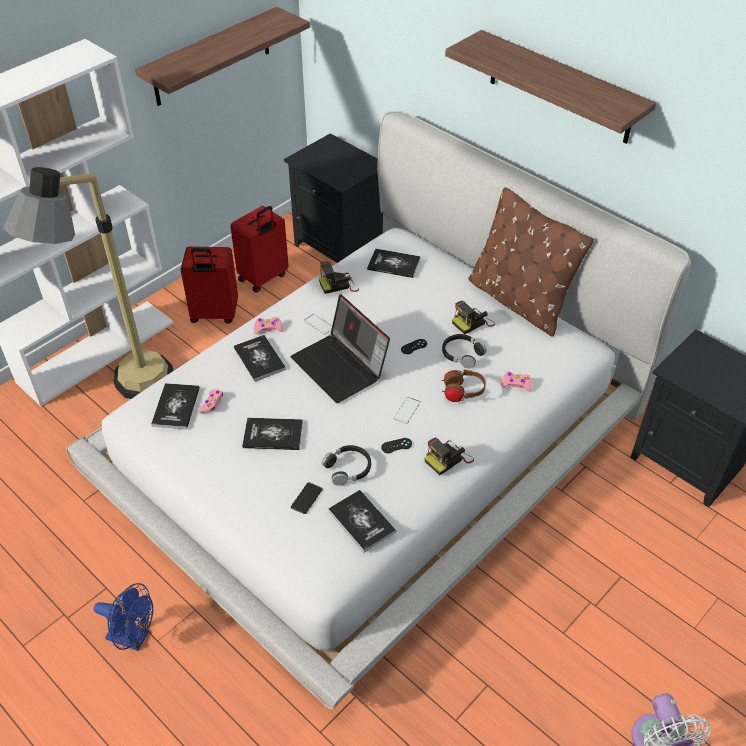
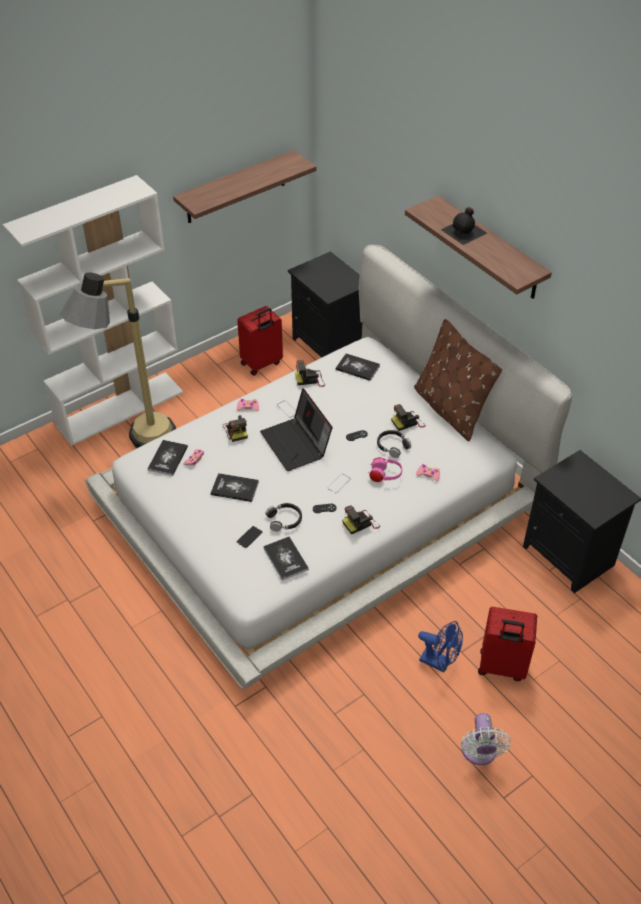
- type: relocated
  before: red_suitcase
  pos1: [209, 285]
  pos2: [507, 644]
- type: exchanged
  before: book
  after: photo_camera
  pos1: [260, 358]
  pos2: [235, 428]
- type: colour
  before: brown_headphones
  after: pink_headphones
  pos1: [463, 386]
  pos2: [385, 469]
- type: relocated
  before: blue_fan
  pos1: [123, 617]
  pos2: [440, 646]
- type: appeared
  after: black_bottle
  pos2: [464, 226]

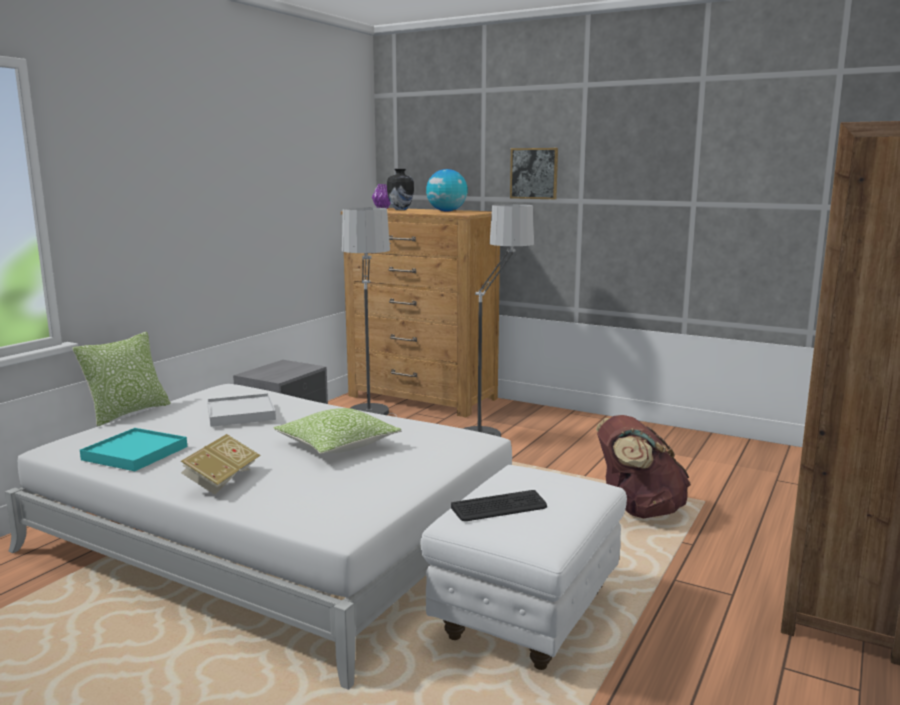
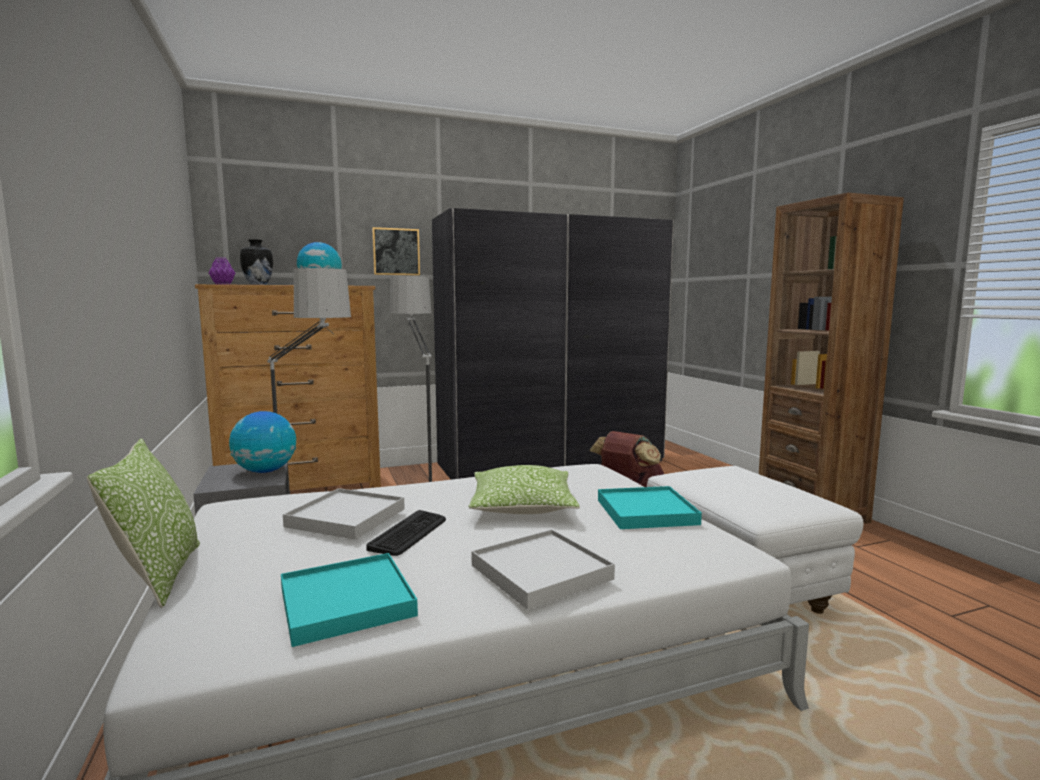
- type: exchanged
  before: book
  after: white_tray
  pos1: [220, 464]
  pos2: [543, 569]
- type: relocated
  before: keyboard
  pos1: [499, 505]
  pos2: [406, 533]
- type: appeared
  after: grey_wardrobe
  pos2: [553, 344]
- type: appeared
  after: globe
  pos2: [262, 442]
- type: appeared
  after: turquoise_tray
  pos2: [650, 507]

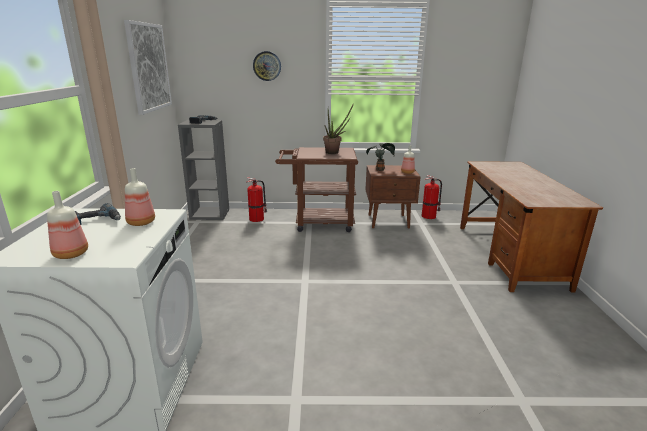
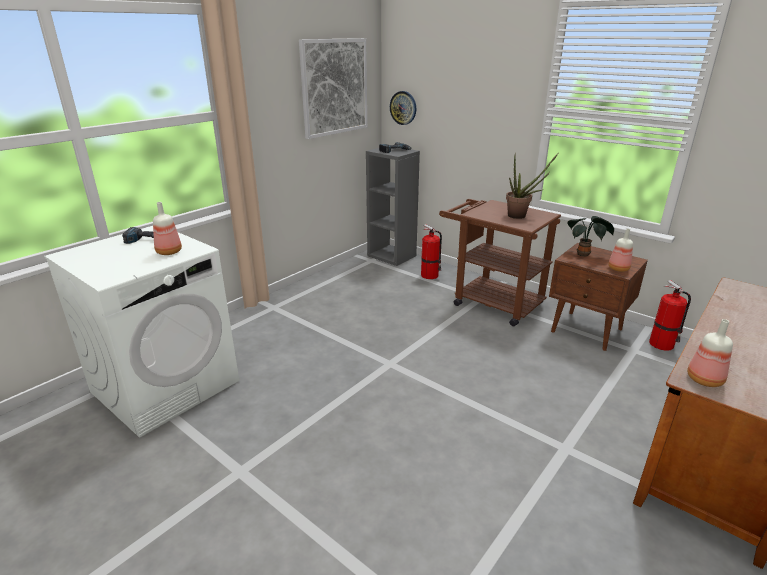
- type: relocated
  before: wall_clock
  pos1: [267, 66]
  pos2: [403, 108]
- type: relocated
  before: bottle
  pos1: [67, 225]
  pos2: [710, 353]

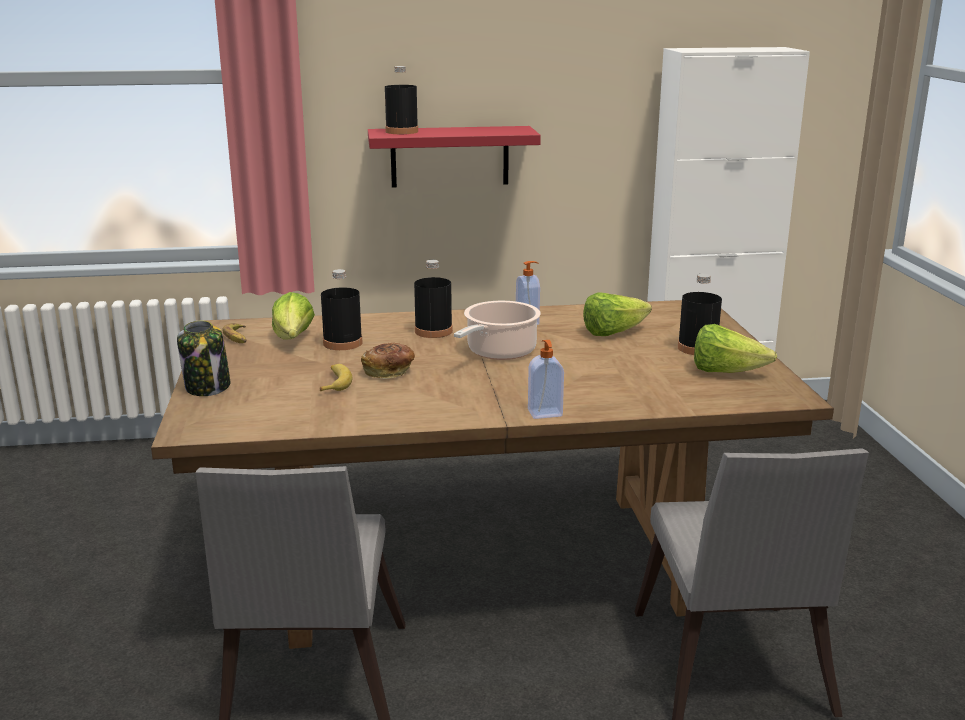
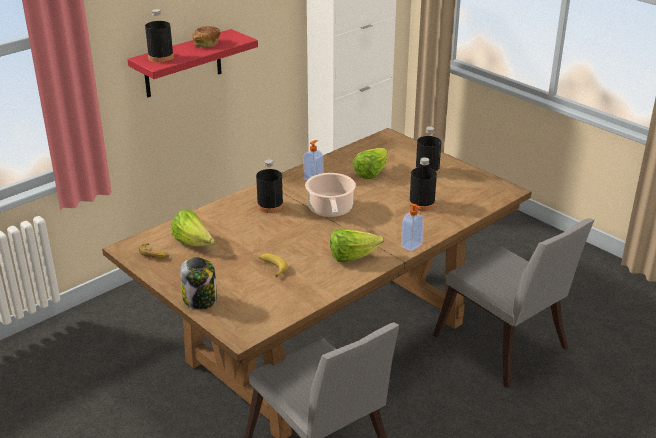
- type: relocated
  before: black_bottle
  pos1: [342, 309]
  pos2: [423, 184]
- type: relocated
  before: lettuce
  pos1: [735, 348]
  pos2: [357, 245]
- type: relocated
  before: bread
  pos1: [388, 361]
  pos2: [206, 36]

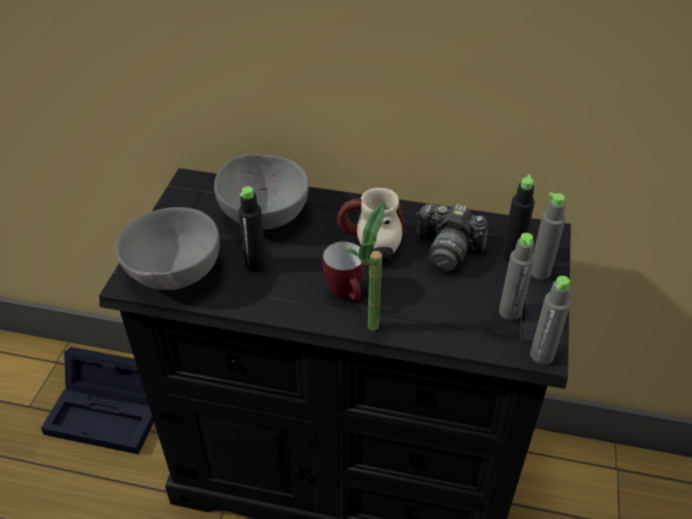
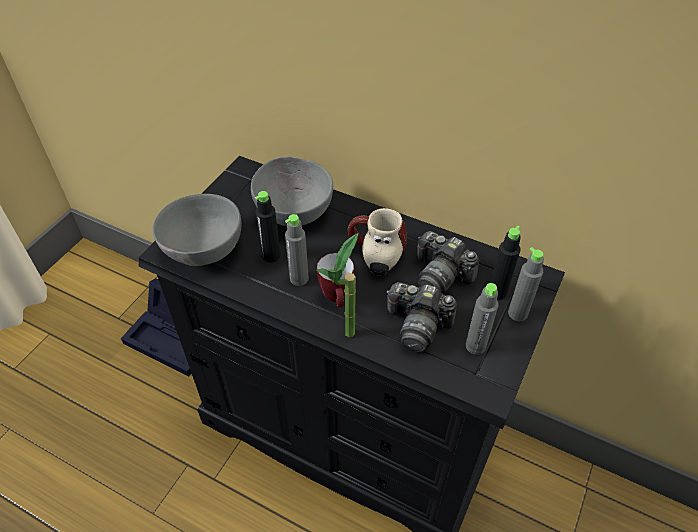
- type: relocated
  before: grey_bottle
  pos1: [550, 320]
  pos2: [297, 250]
- type: appeared
  after: photo_camera
  pos2: [421, 317]

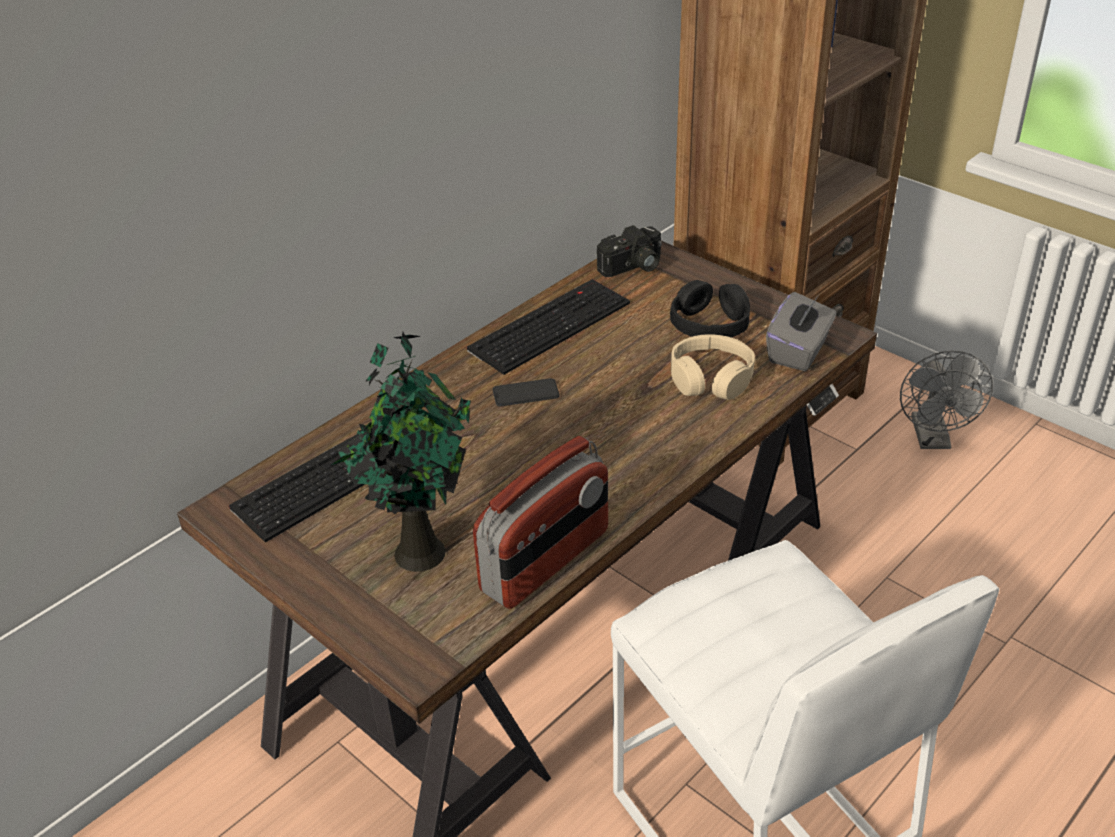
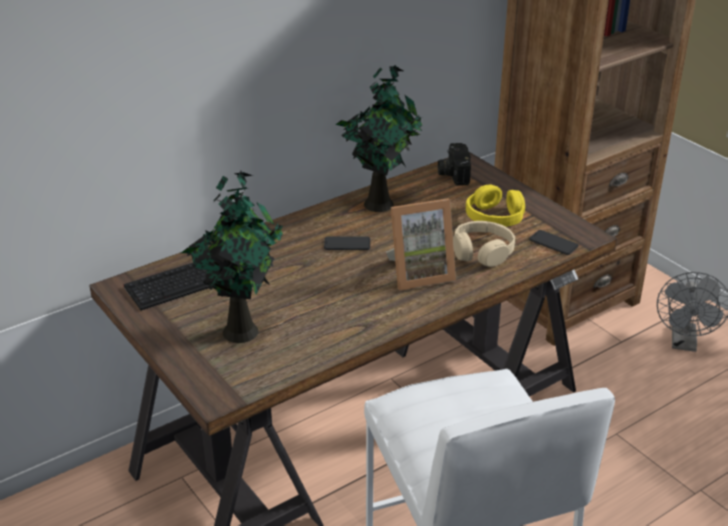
- type: spun
  before: photo_camera
  pos1: [629, 251]
  pos2: [454, 164]
  turn: 105
- type: exchanged
  before: keyboard
  after: potted_plant
  pos1: [548, 327]
  pos2: [378, 138]
- type: colour
  before: black_headphones
  after: yellow_headphones
  pos1: [710, 309]
  pos2: [495, 205]
- type: exchanged
  before: grey_tissue_box
  after: phone
  pos1: [801, 331]
  pos2: [554, 242]
- type: missing
  before: radio
  pos1: [540, 522]
- type: appeared
  after: picture_frame
  pos2: [421, 244]

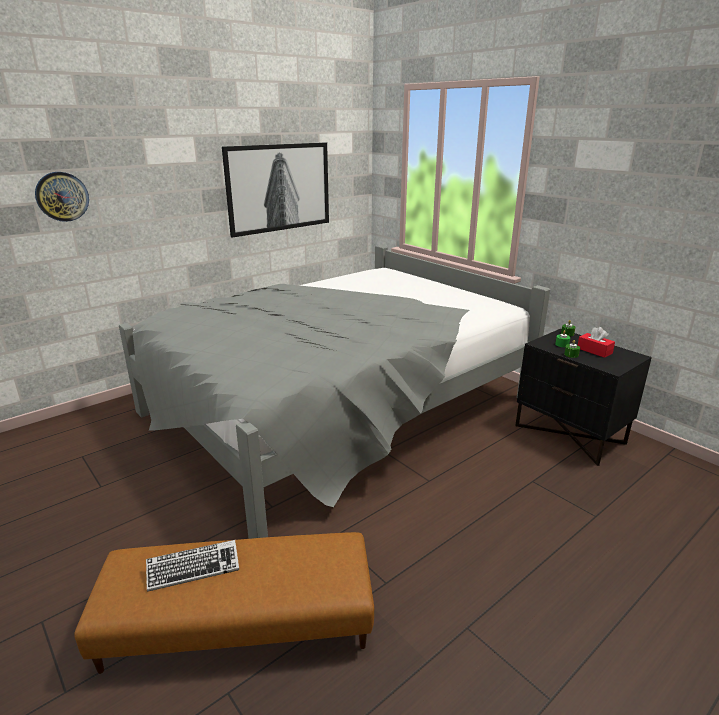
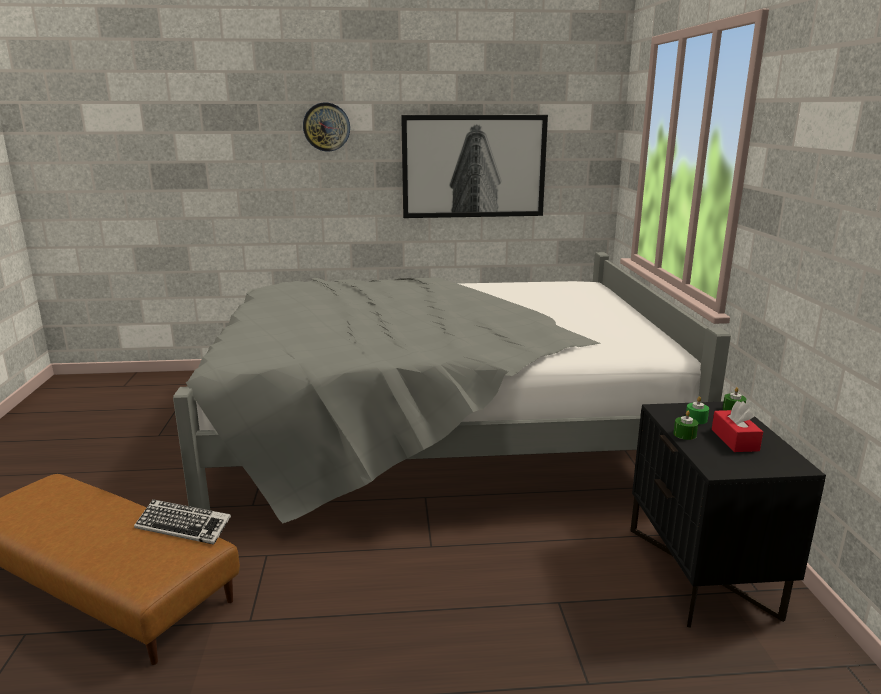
- type: relocated
  before: wall_clock
  pos1: [62, 197]
  pos2: [326, 127]
- type: relocated
  before: keyboard
  pos1: [192, 566]
  pos2: [182, 522]

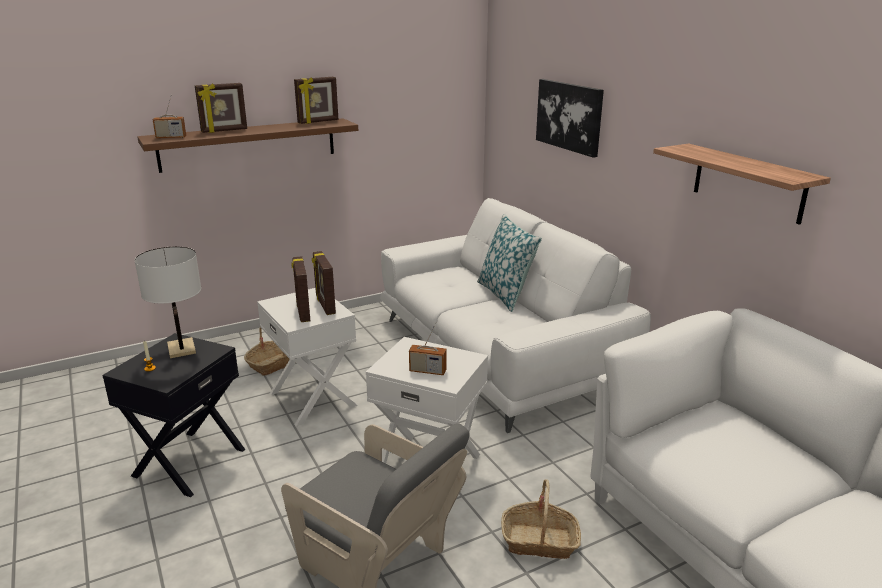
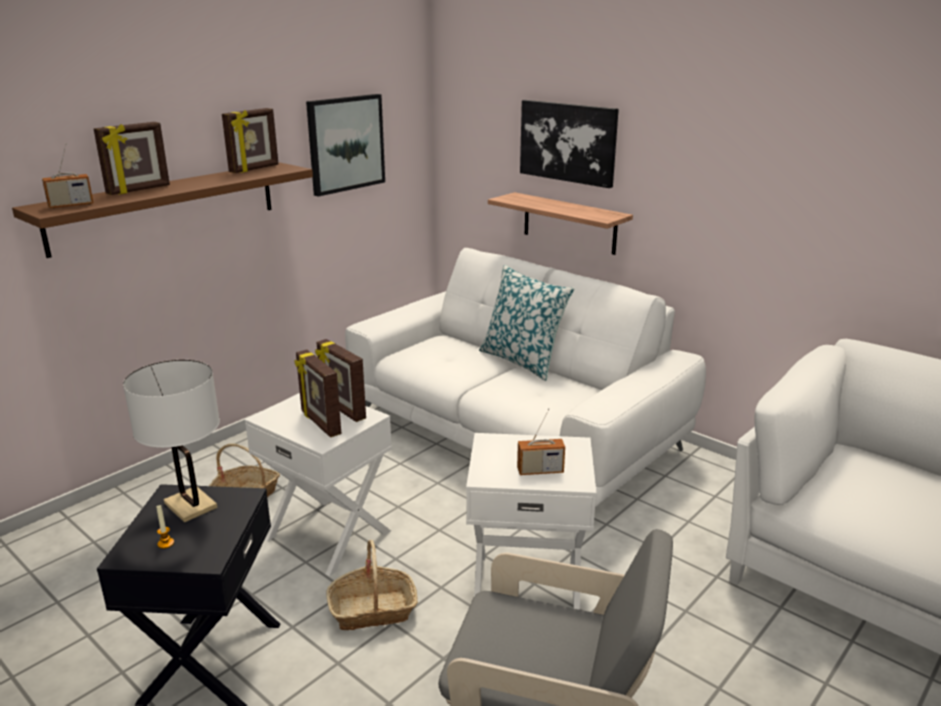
- type: relocated
  before: shelf
  pos1: [742, 184]
  pos2: [560, 223]
- type: relocated
  before: basket
  pos1: [541, 519]
  pos2: [372, 585]
- type: appeared
  after: picture
  pos2: [345, 145]

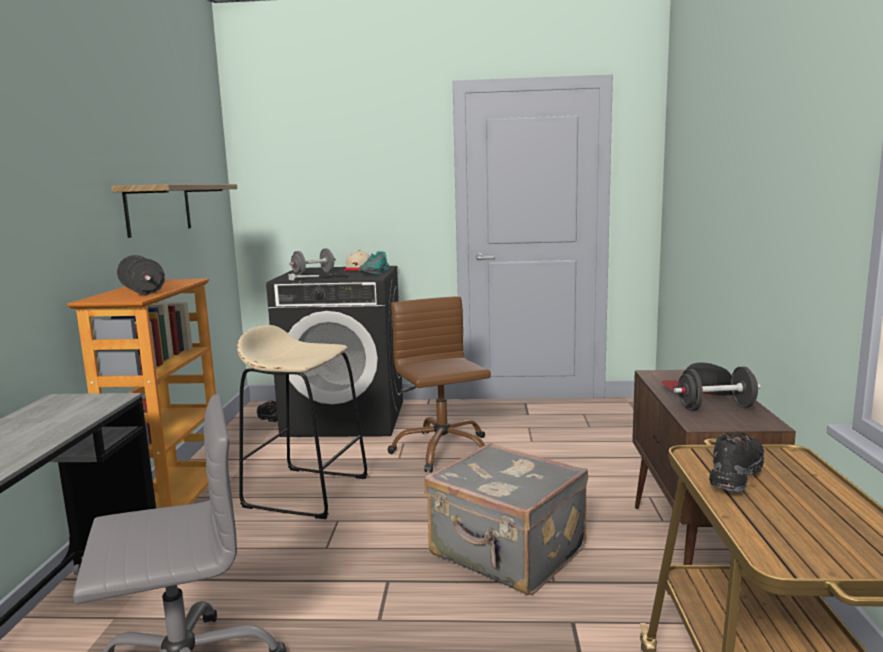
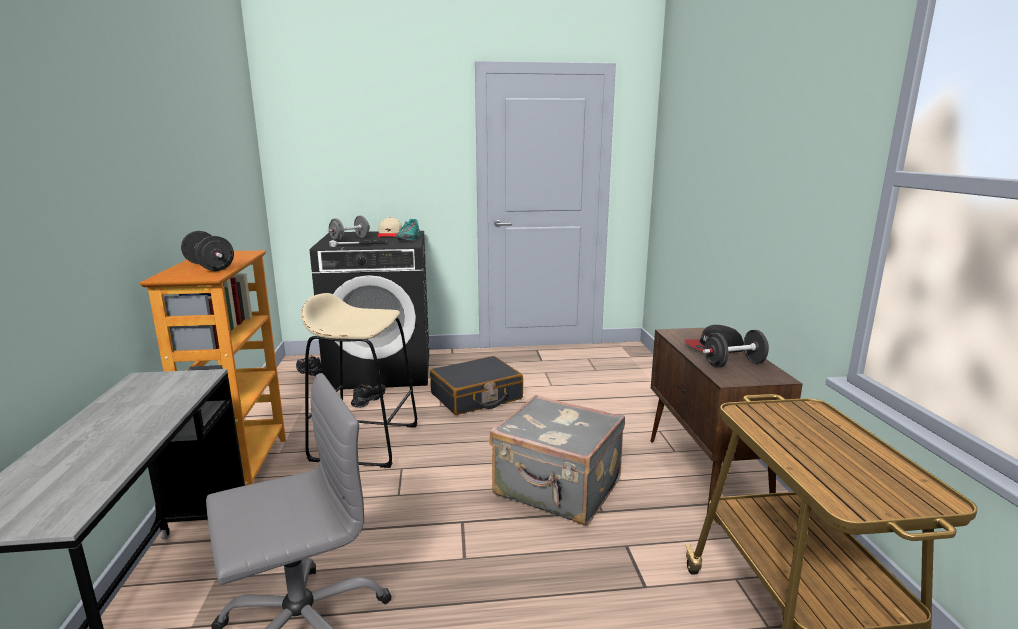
- type: missing
  before: shelf
  pos1: [174, 211]
- type: exchanged
  before: brown_office_chair
  after: black_suitcase
  pos1: [439, 384]
  pos2: [476, 385]
- type: relocated
  before: black_shoe
  pos1: [736, 462]
  pos2: [368, 395]

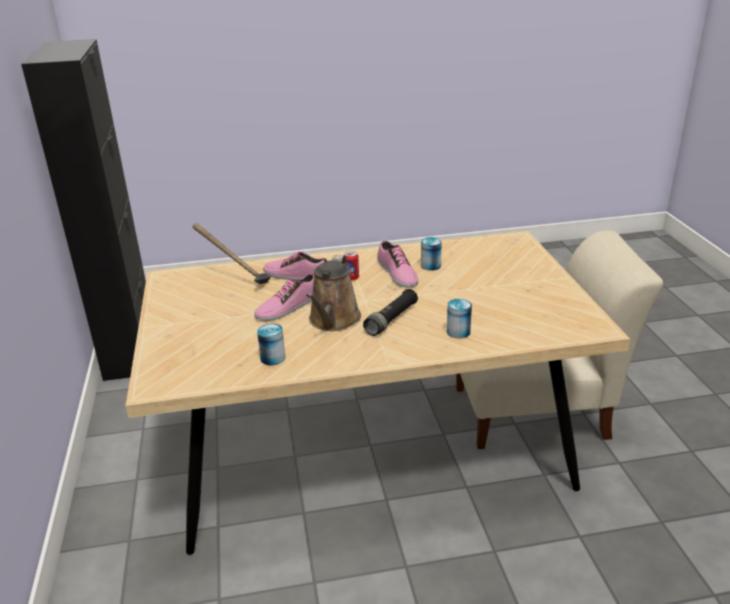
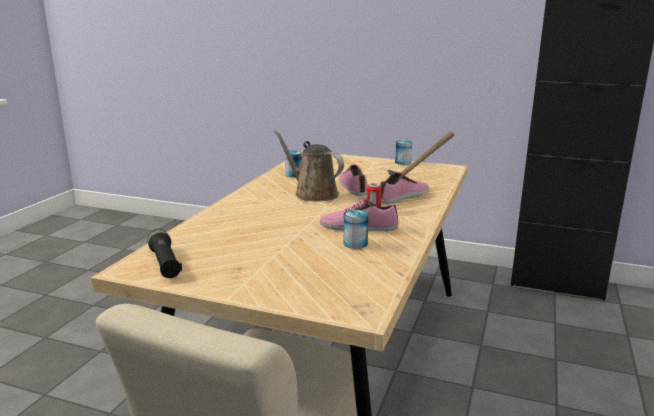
- type: relocated
  before: black_flashlight
  pos1: [390, 312]
  pos2: [165, 253]
- type: relocated
  before: can
  pos1: [459, 318]
  pos2: [403, 152]

